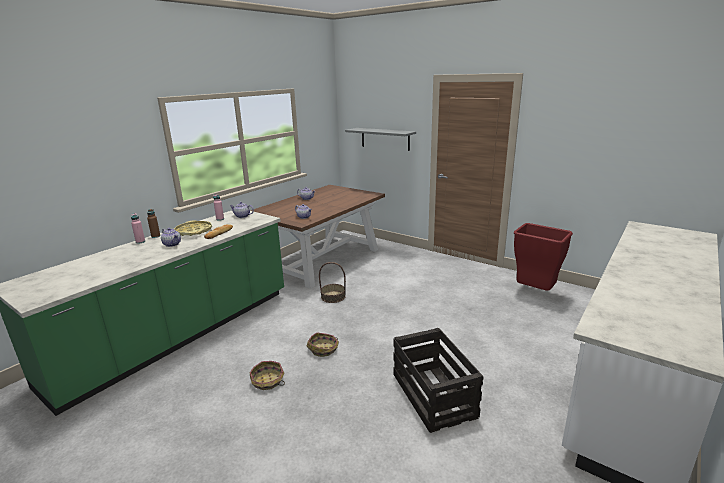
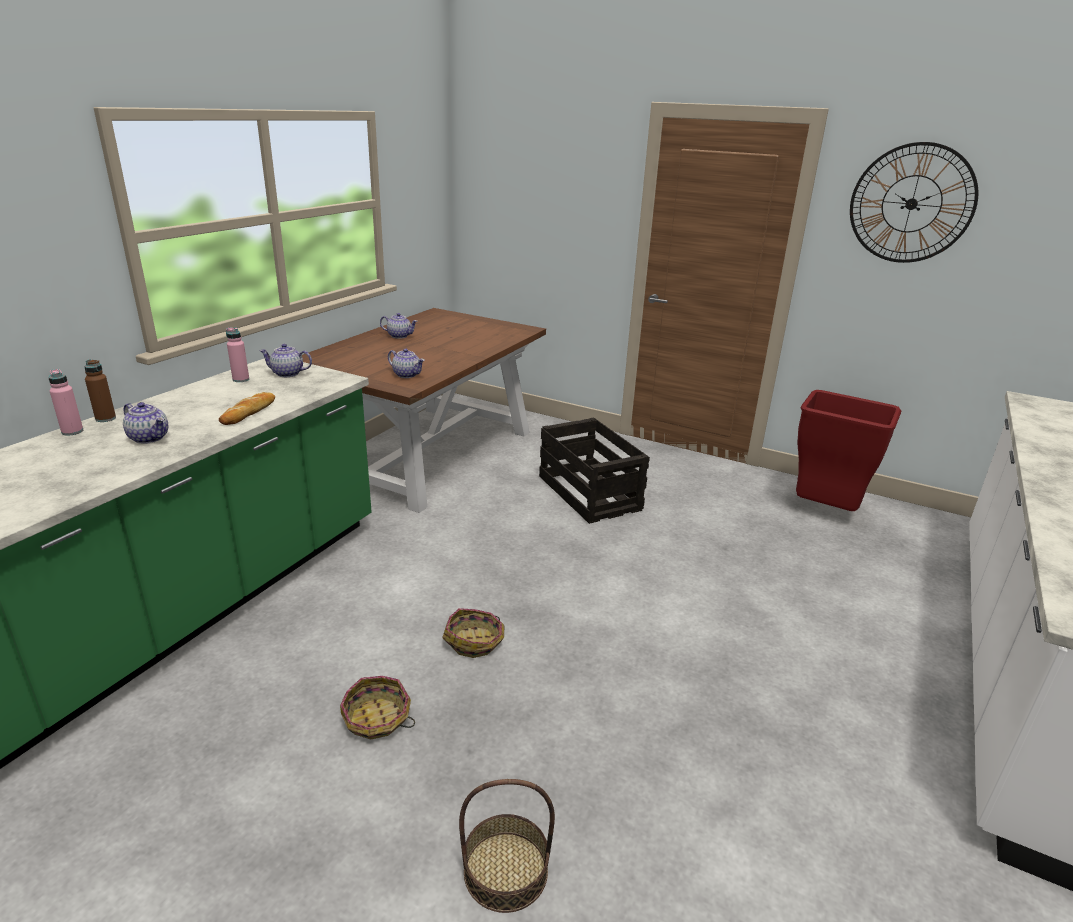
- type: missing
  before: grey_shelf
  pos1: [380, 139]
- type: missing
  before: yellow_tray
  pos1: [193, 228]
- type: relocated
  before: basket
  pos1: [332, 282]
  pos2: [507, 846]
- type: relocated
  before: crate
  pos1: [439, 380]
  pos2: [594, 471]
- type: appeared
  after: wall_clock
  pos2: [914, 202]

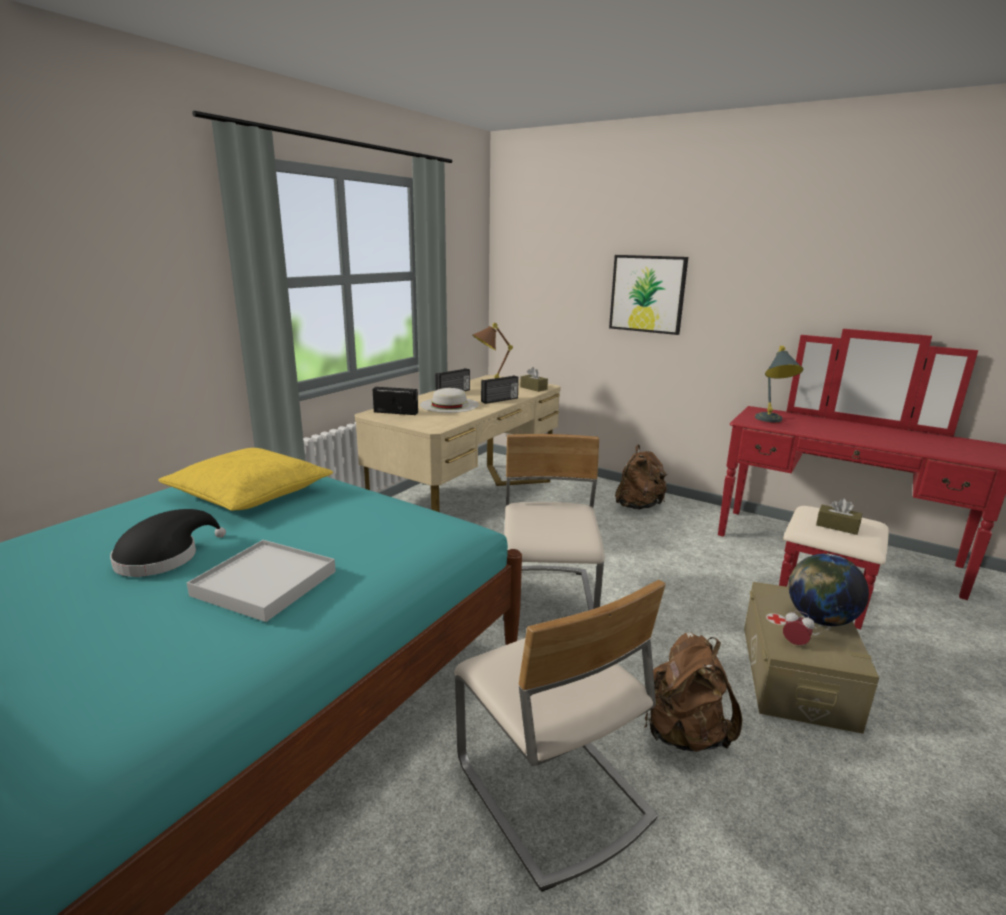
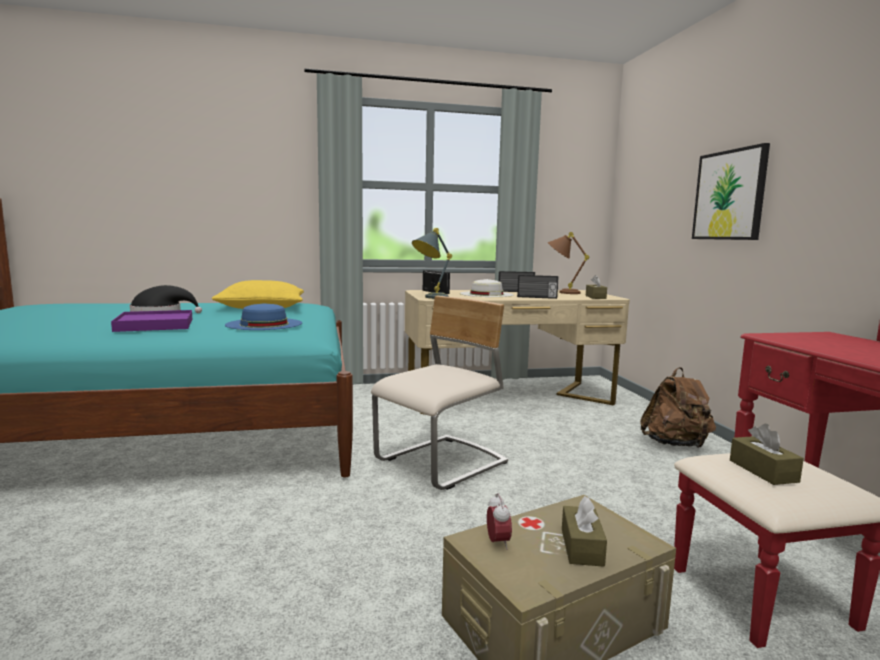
- type: relocated
  before: grey_table_lamp
  pos1: [779, 384]
  pos2: [432, 263]
- type: colour
  before: white_tray
  after: purple_tray
  pos1: [261, 581]
  pos2: [151, 321]
- type: exchanged
  before: globe
  after: brown_tissue_box
  pos1: [828, 589]
  pos2: [584, 531]
- type: missing
  before: beige_chair
  pos1: [560, 736]
- type: missing
  before: brown_backpack
  pos1: [693, 692]
- type: appeared
  after: blue_hat
  pos2: [263, 316]

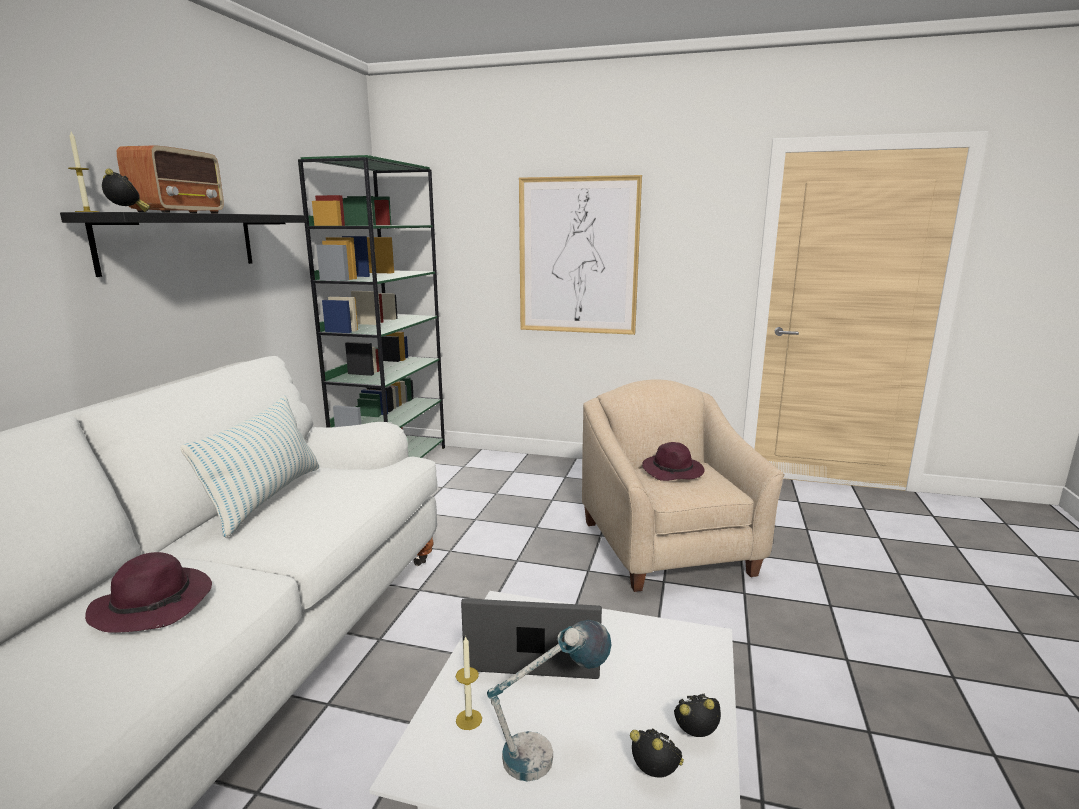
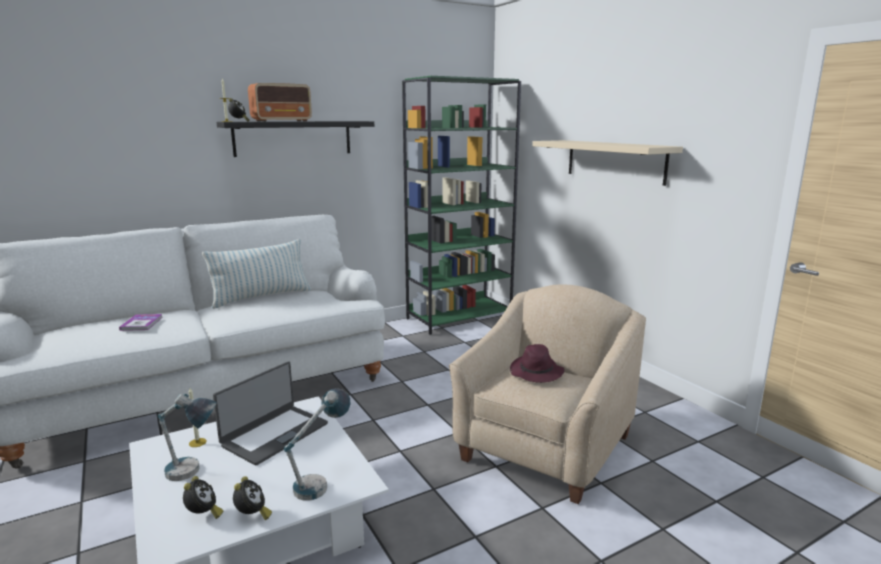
- type: exchanged
  before: picture
  after: beige_shelf
  pos1: [580, 255]
  pos2: [607, 163]
- type: exchanged
  before: purple_hat
  after: book
  pos1: [148, 592]
  pos2: [141, 322]
- type: spun
  before: laptop
  pos1: [531, 638]
  pos2: [270, 413]
  turn: 75
- type: spun
  before: alarm_clock
  pos1: [697, 715]
  pos2: [252, 498]
  turn: 45
- type: appeared
  after: table_lamp
  pos2: [317, 444]

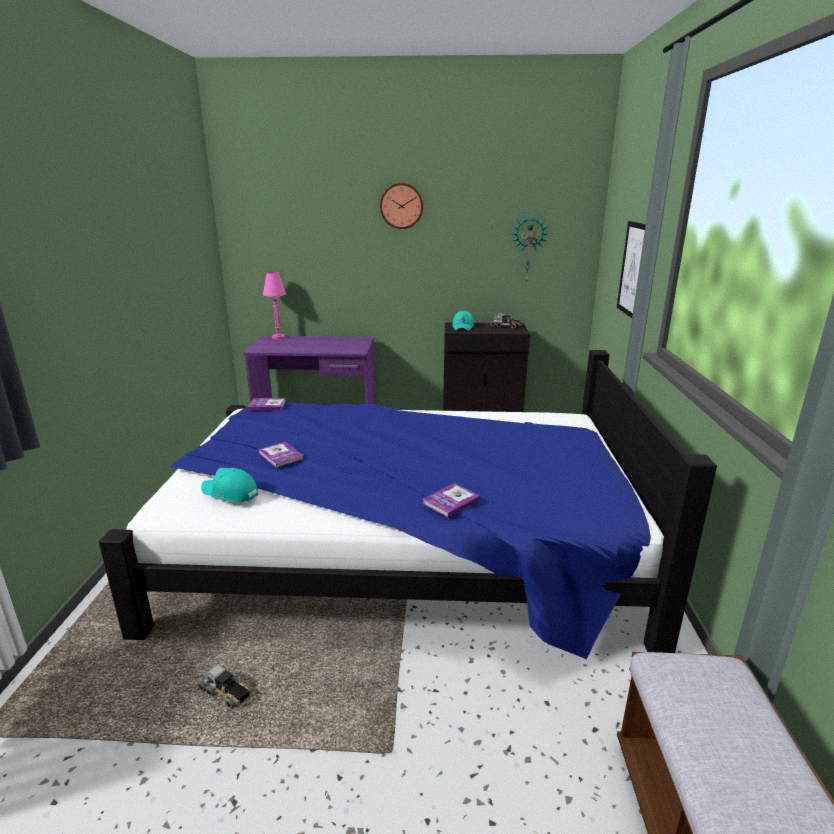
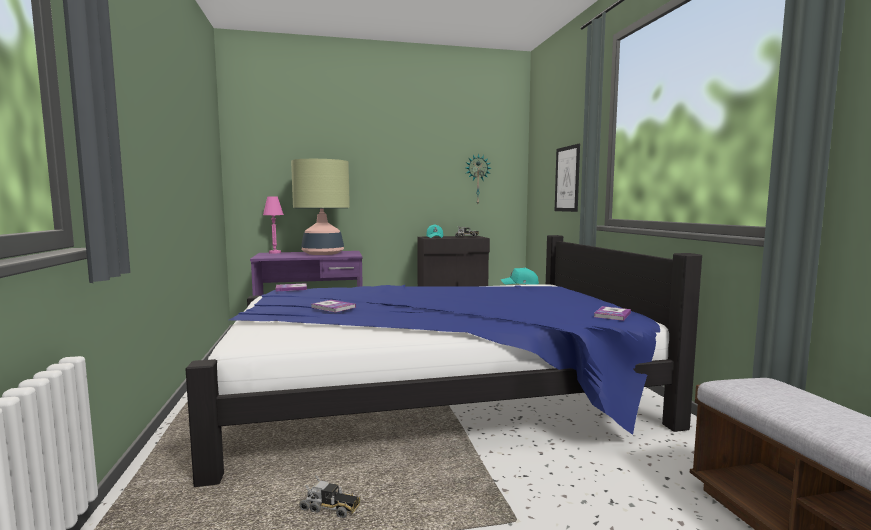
- type: missing
  before: wall_clock
  pos1: [401, 206]
- type: relocated
  before: turquoise_cap
  pos1: [229, 485]
  pos2: [520, 276]
- type: relocated
  before: book
  pos1: [451, 500]
  pos2: [612, 313]
- type: appeared
  after: table_lamp
  pos2: [320, 207]

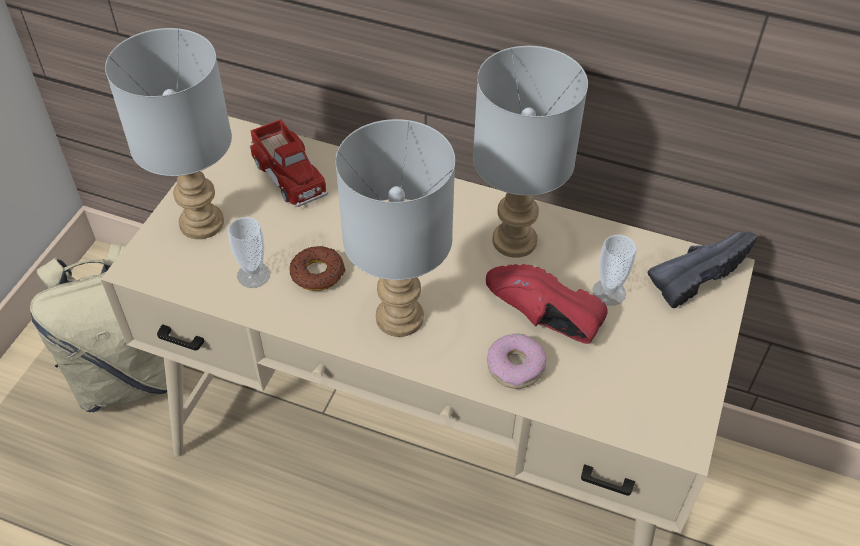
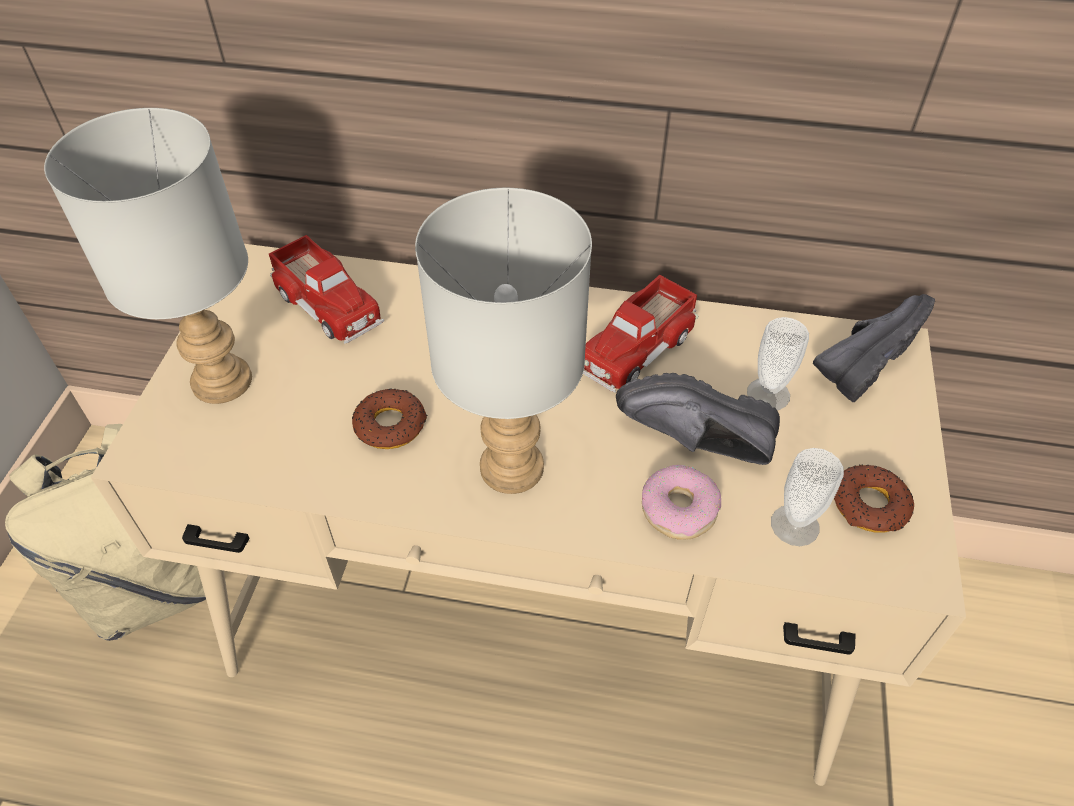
- type: exchanged
  before: grey_table_lamp
  after: toy_truck
  pos1: [530, 152]
  pos2: [640, 334]
- type: relocated
  before: cup
  pos1: [249, 252]
  pos2: [807, 497]
- type: colour
  before: red_shoe
  after: black_shoe
  pos1: [547, 304]
  pos2: [698, 419]
- type: appeared
  after: donut
  pos2: [874, 498]

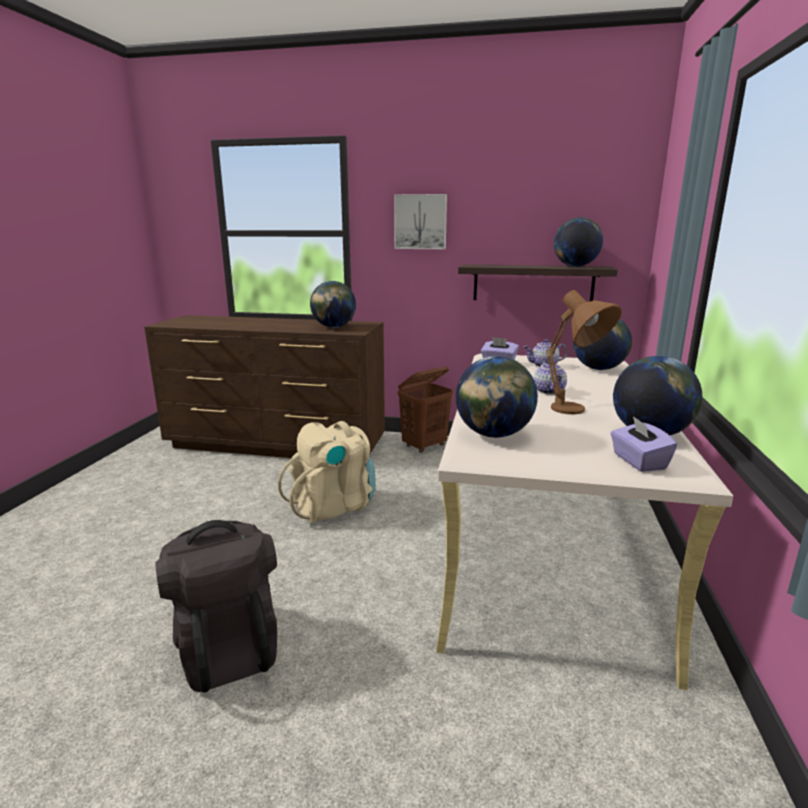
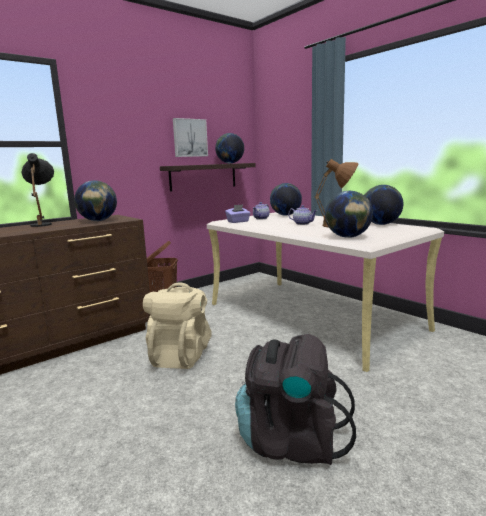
- type: relocated
  before: picture
  pos1: [420, 221]
  pos2: [190, 137]
- type: missing
  before: purple_tissue_box
  pos1: [643, 444]
- type: appeared
  after: black_table_lamp
  pos2: [37, 190]

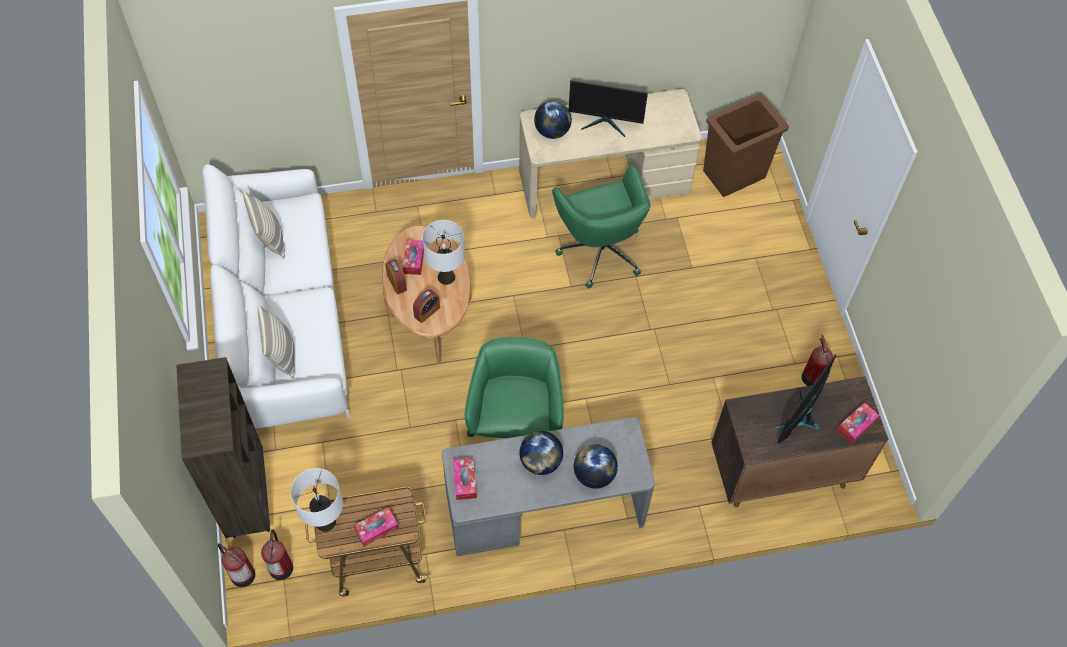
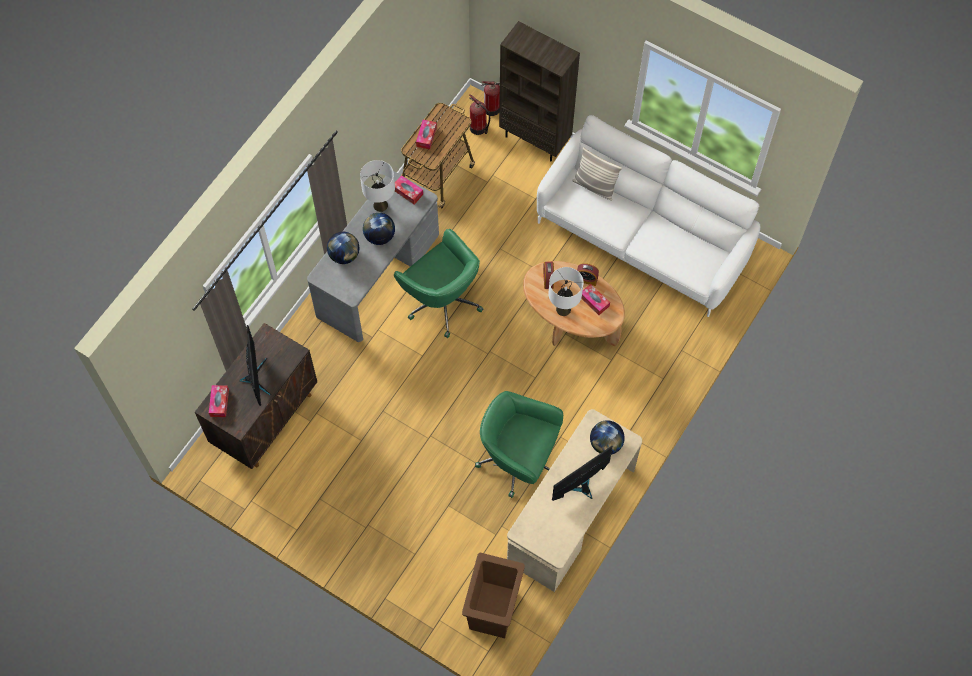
- type: missing
  before: pillow
  pos1: [264, 224]
- type: missing
  before: fire_extinguisher
  pos1: [817, 360]
- type: relocated
  before: white_table_lamp
  pos1: [317, 500]
  pos2: [377, 186]

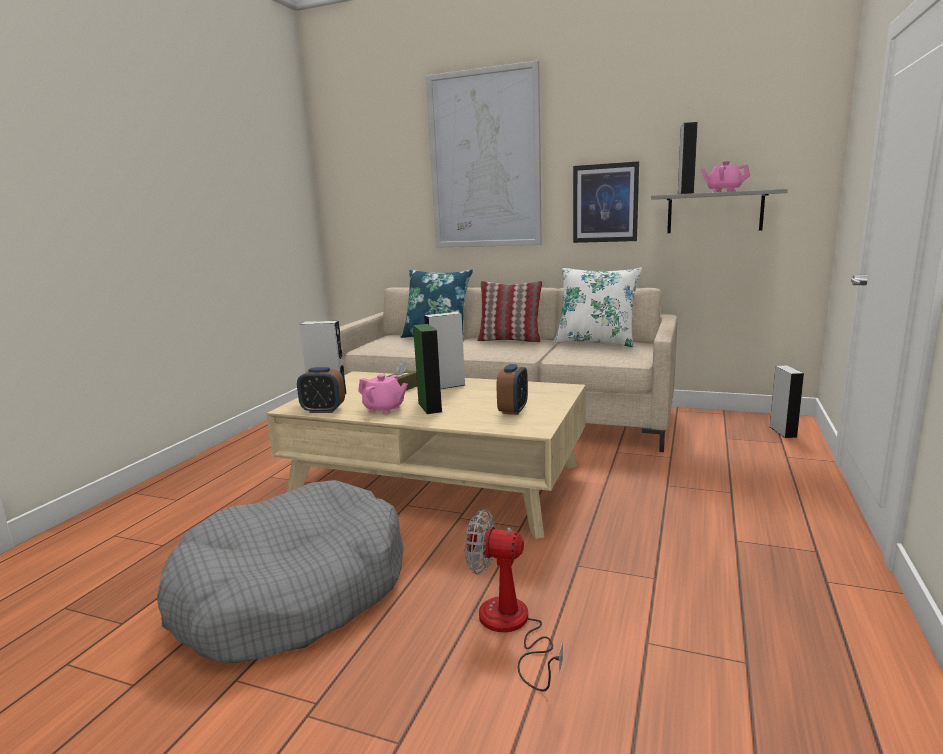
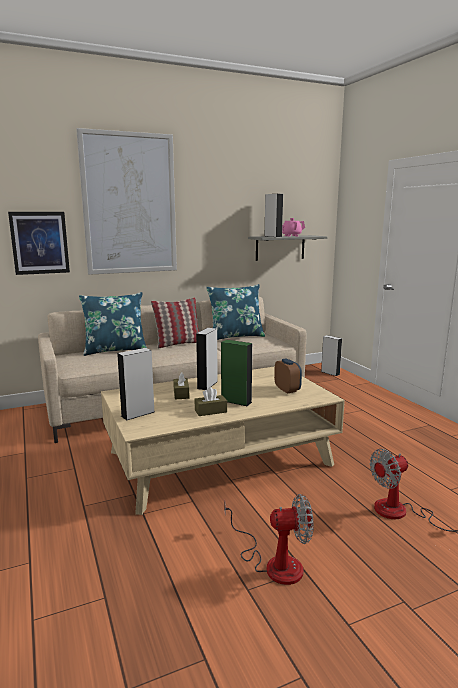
- type: relocated
  before: picture
  pos1: [606, 202]
  pos2: [39, 243]
- type: colour
  before: white_pillow
  after: blue_pillow
  pos1: [598, 307]
  pos2: [235, 312]
- type: missing
  before: alarm_clock
  pos1: [321, 390]
- type: exchanged
  before: pink_teapot
  after: brown_tissue_box
  pos1: [383, 394]
  pos2: [211, 401]
- type: exchanged
  before: grey_dog_bed
  after: fan
  pos1: [280, 571]
  pos2: [269, 539]

